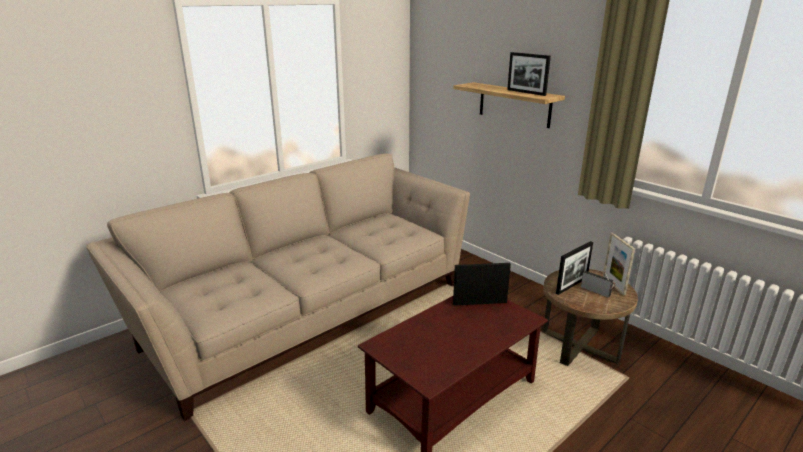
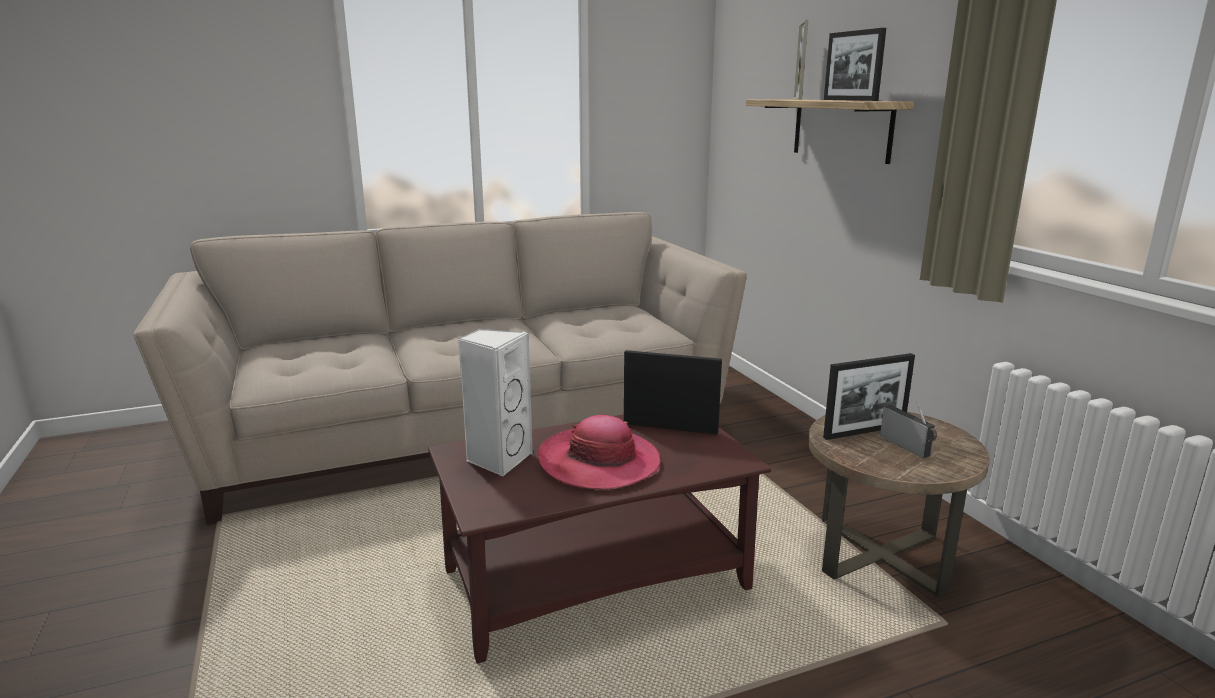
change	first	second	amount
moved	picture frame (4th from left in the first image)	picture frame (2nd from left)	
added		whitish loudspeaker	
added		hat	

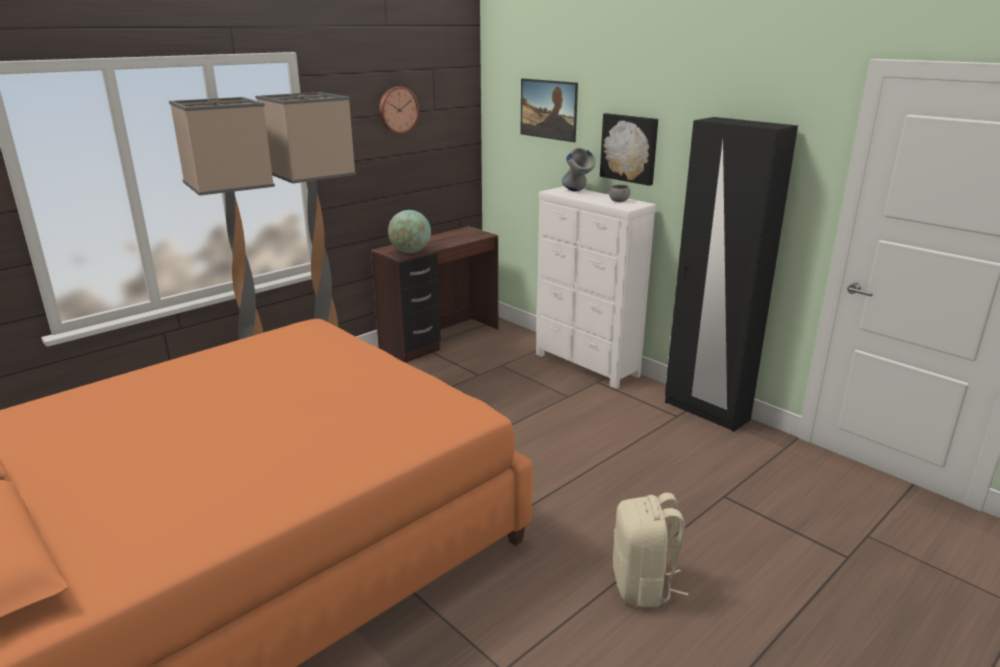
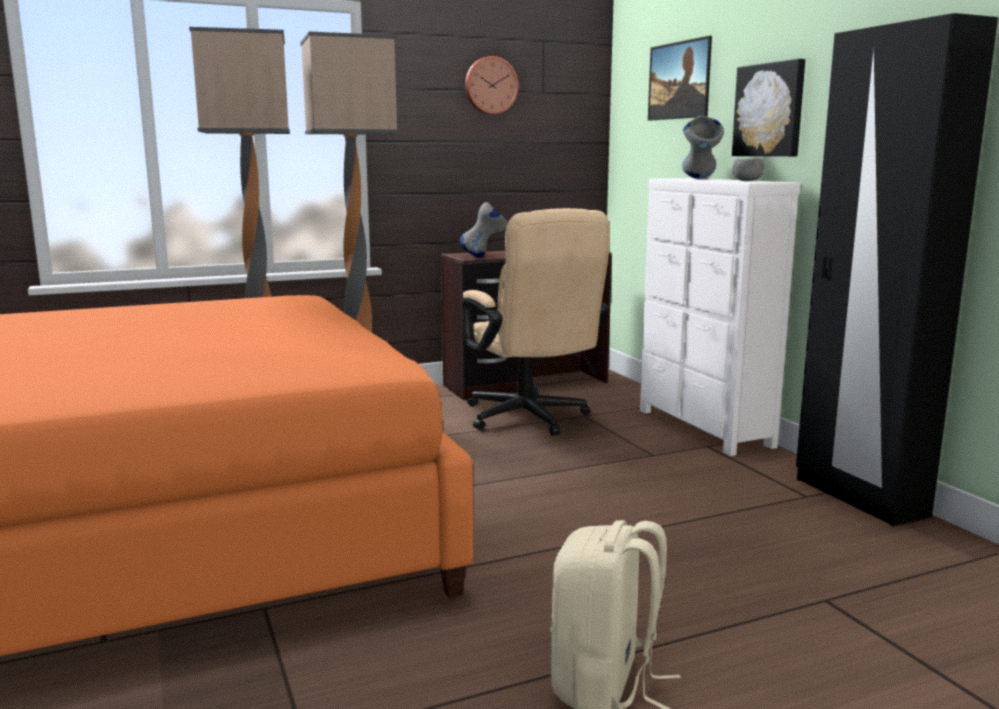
change	first	second	amount
replaced	globe	gray flower vase (1st from left)	
added		sand-coloured office chair	

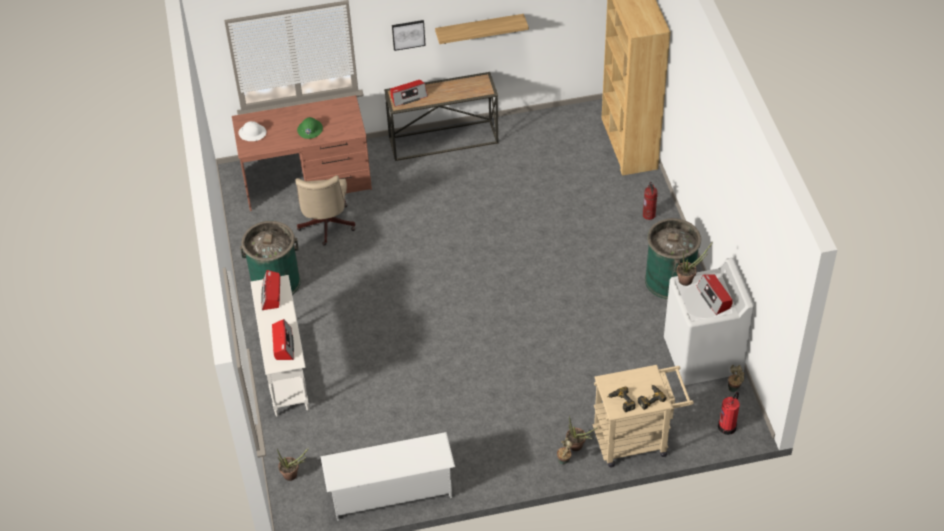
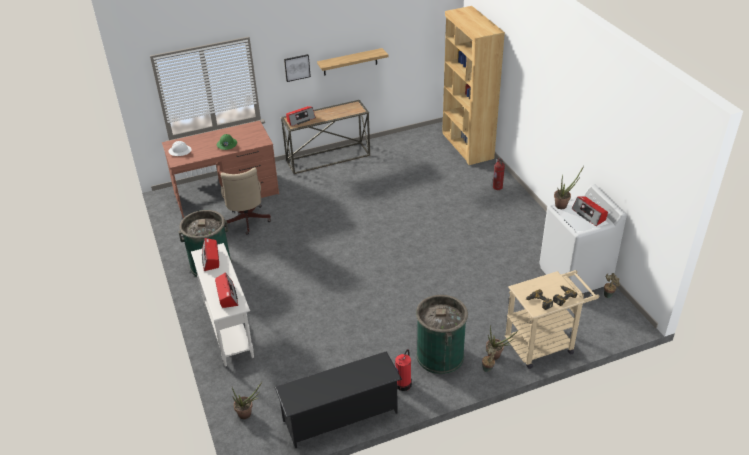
change	first	second	amount
moved	greenish waste bin (2nd from left)		
moved	fire extinguisher (2nd from left in the first image)	fire extinguisher (1st from left)	
recoloured	whitish shoe shelf	black shoe shelf	

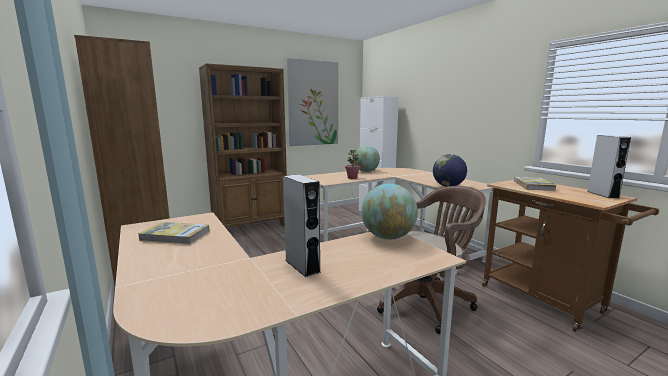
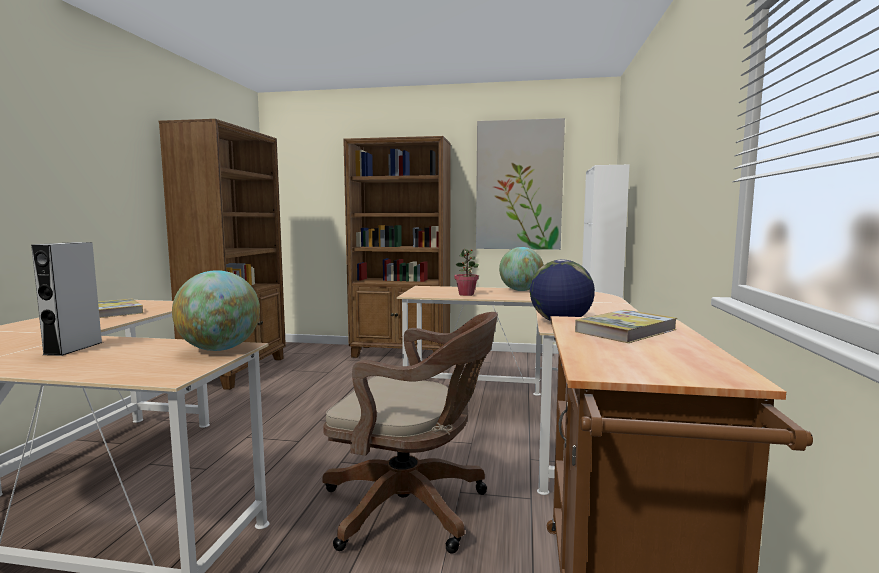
change	first	second	amount
removed	gray loudspeaker (2nd from left)		

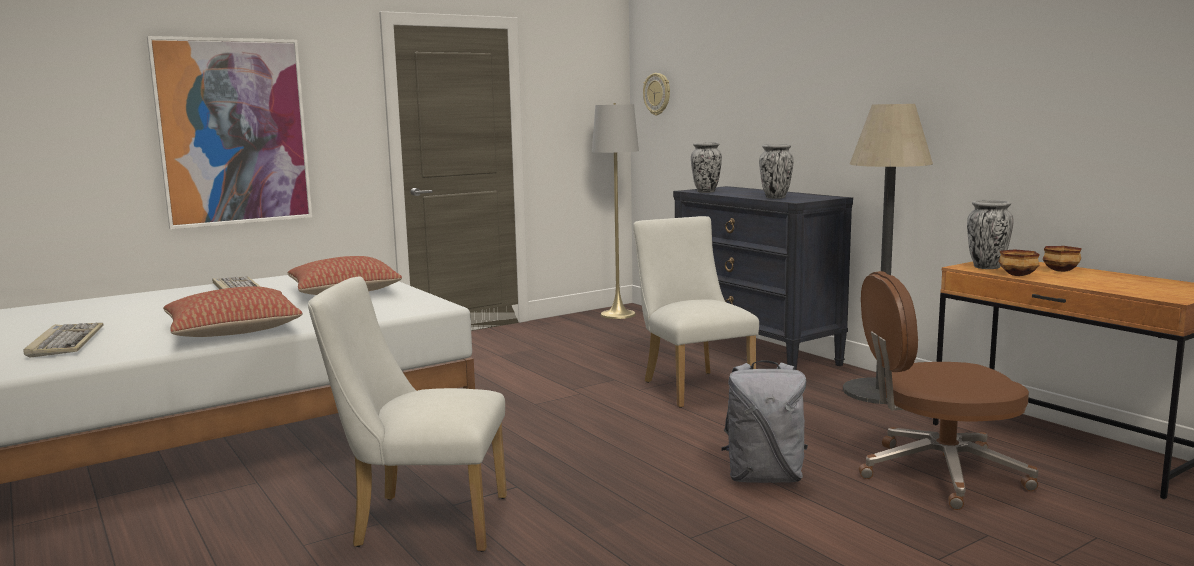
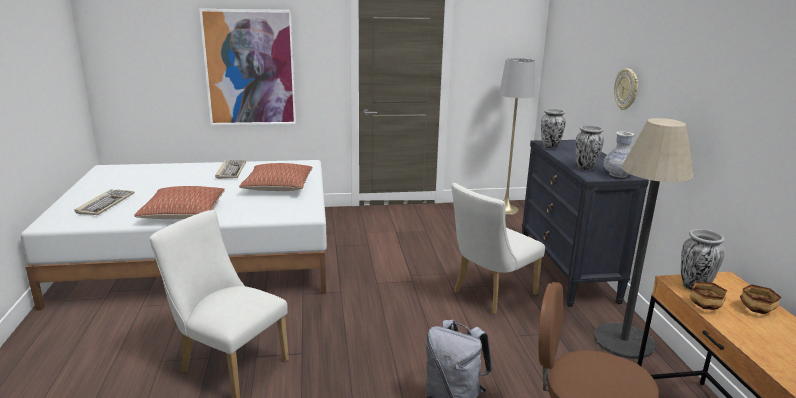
change	first	second	amount
moved	wall clock		
turned	whitish upright chair (2nd from left)		135 degrees counterclockwise
added		flower vase (3rd from left)	

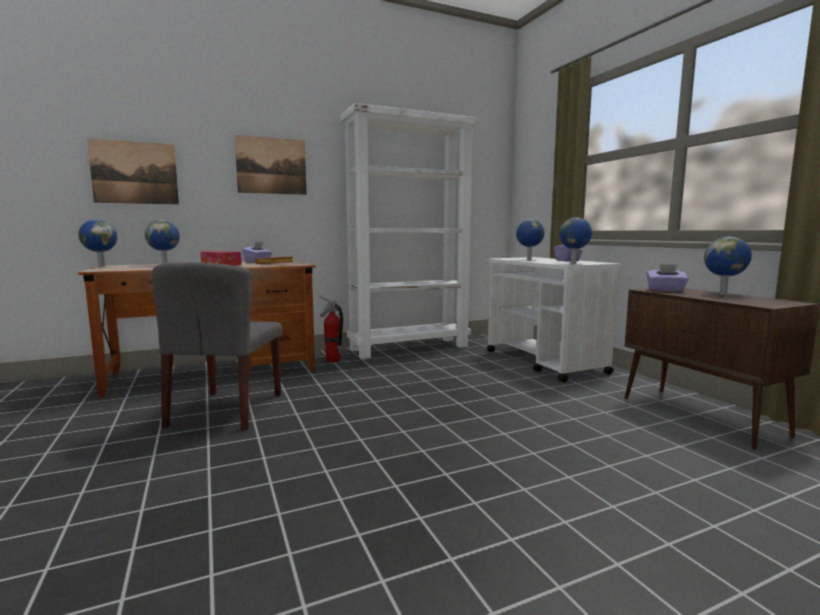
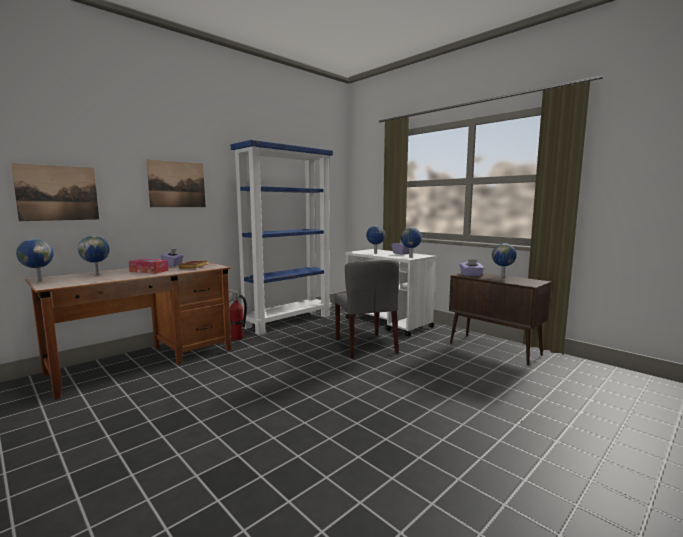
change	first	second	amount
recoloured	whitish bookshelf	bluish bookshelf	
moved	gray upright chair		

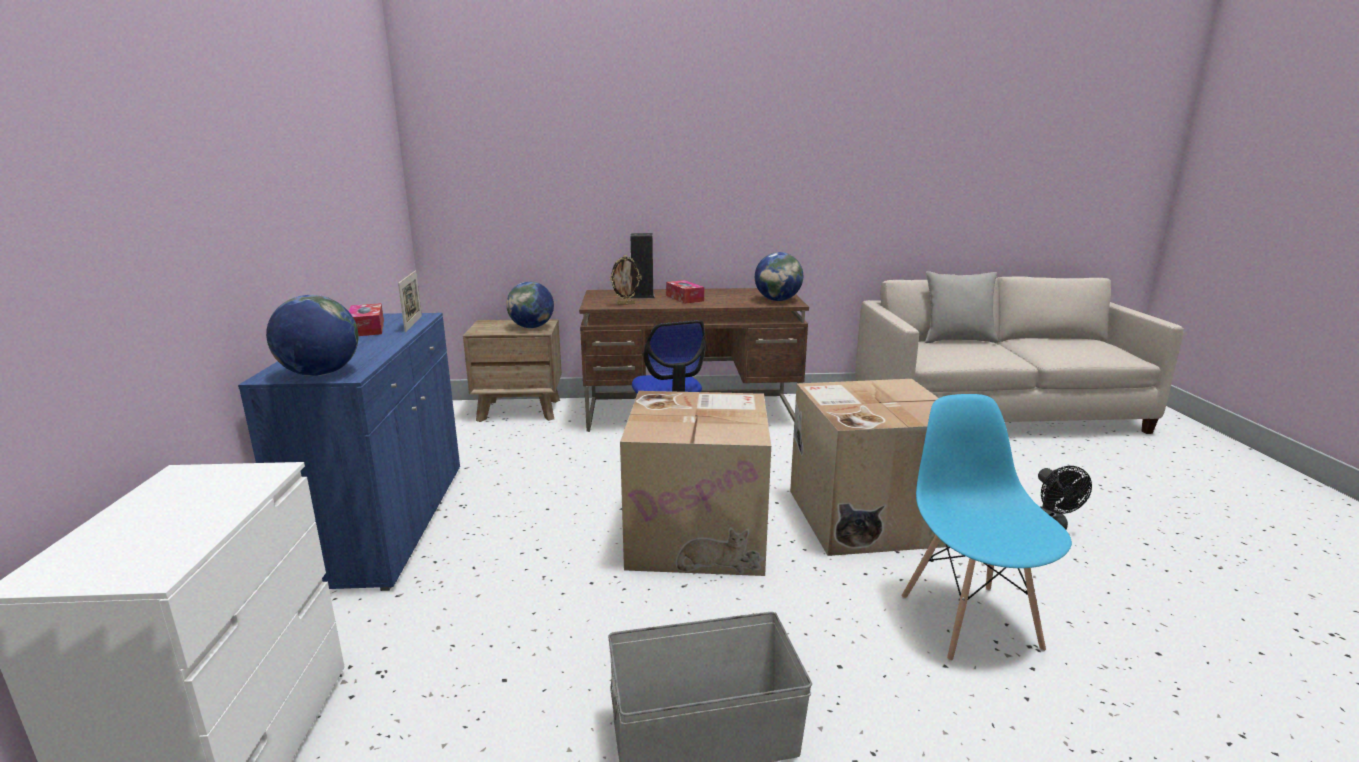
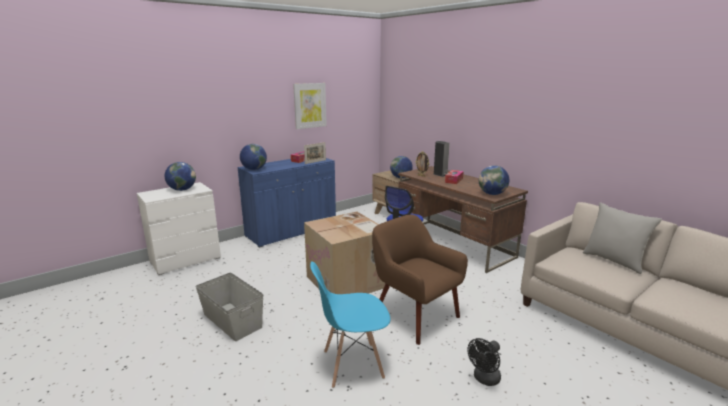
change	first	second	amount
replaced	packing box (2nd from left)	brown lounge chair	
turned	bluish upright chair		150 degrees counterclockwise
added		wall picture	
added		globe (1st from left)	

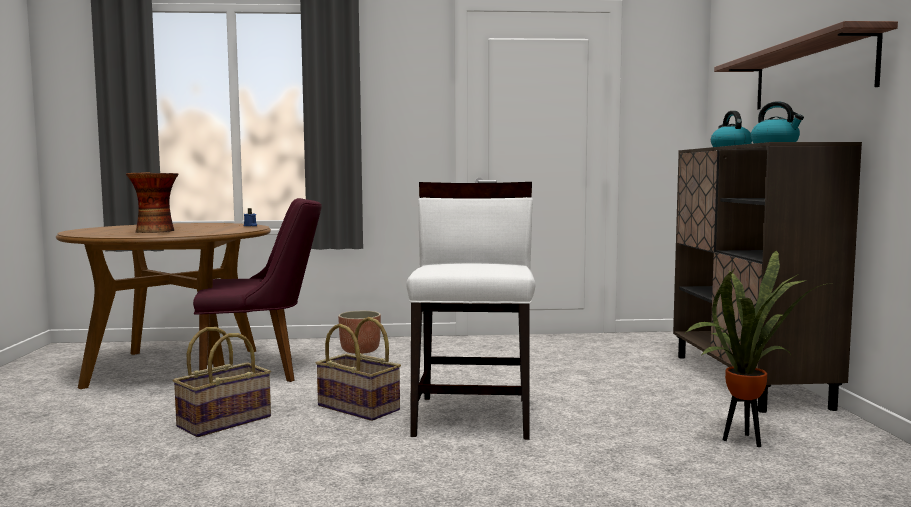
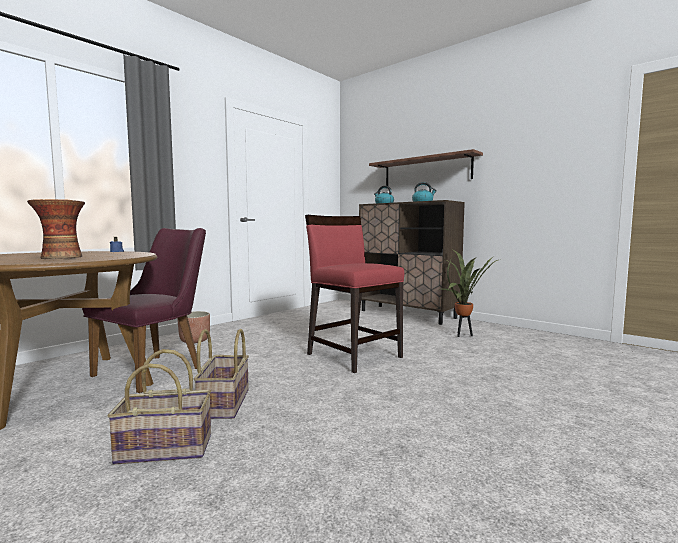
change	first	second	amount
recoloured	whitish upright chair	red upright chair	
moved	storage basket (2nd from left in the first image)	storage basket (1st from left)	

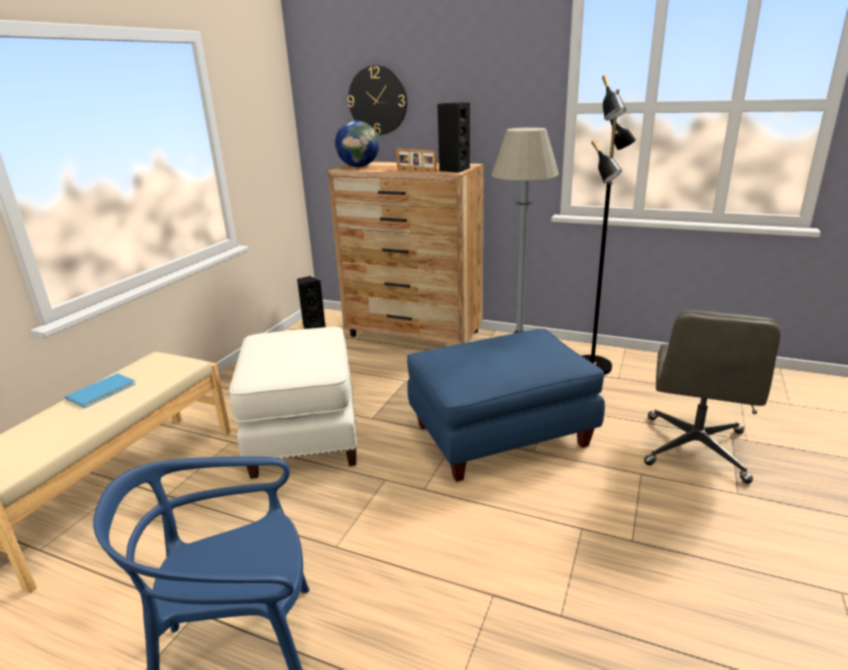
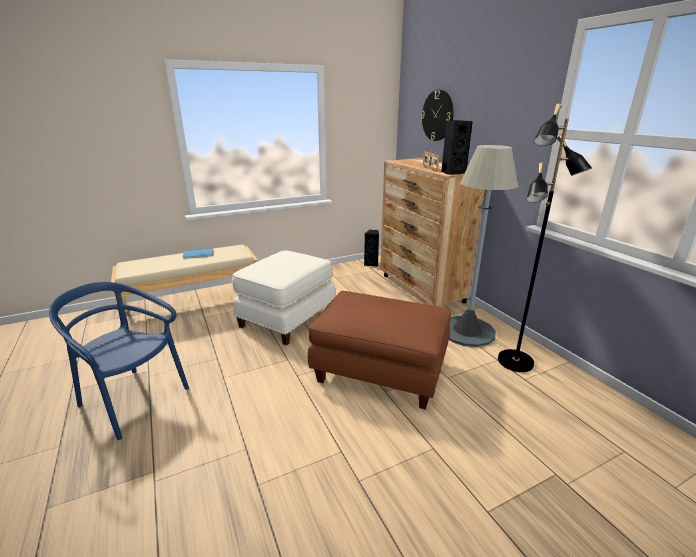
change	first	second	amount
removed	globe		
removed	gray office chair		
recoloured	bluish footrest	brown footrest	

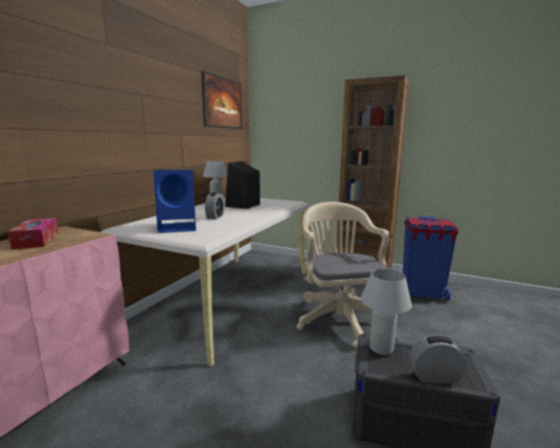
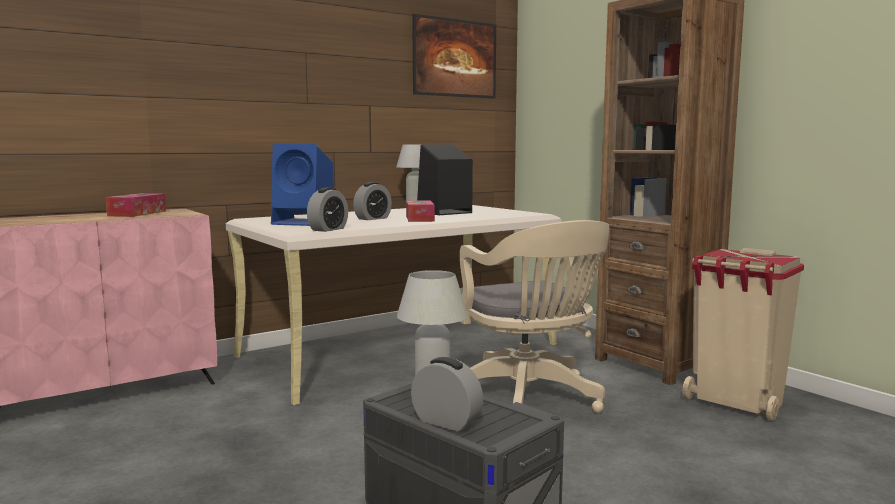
change	first	second	amount
turned	sand-coloured office chair		135 degrees clockwise
recoloured	bluish waste bin	sand-coloured waste bin	
added		table clock (1st from left)	
added		tissue box (2nd from left)	

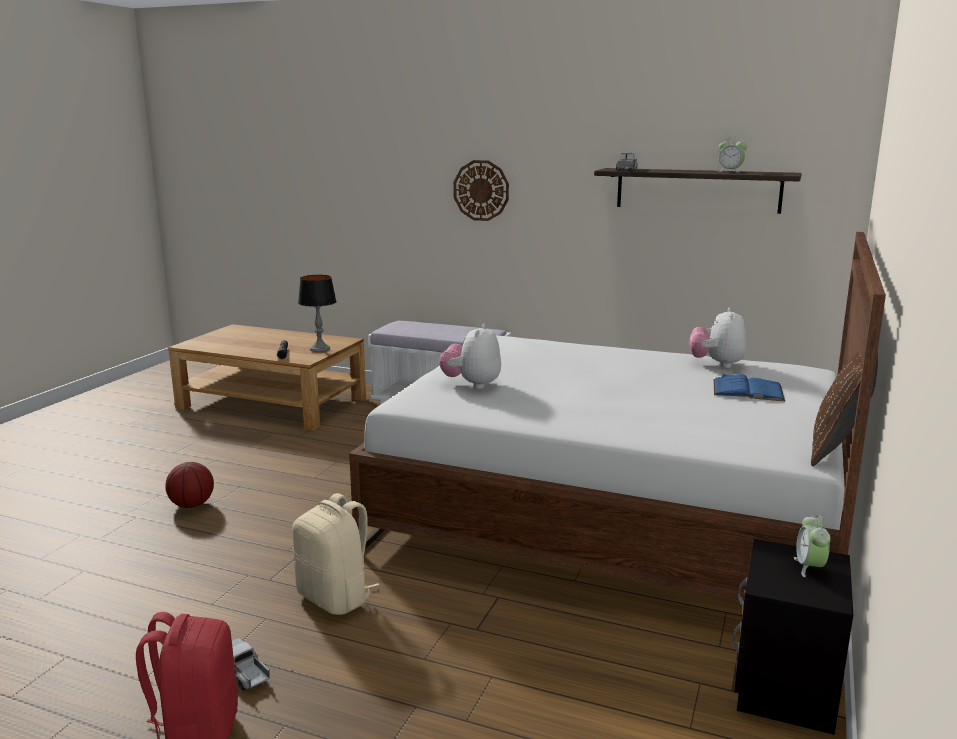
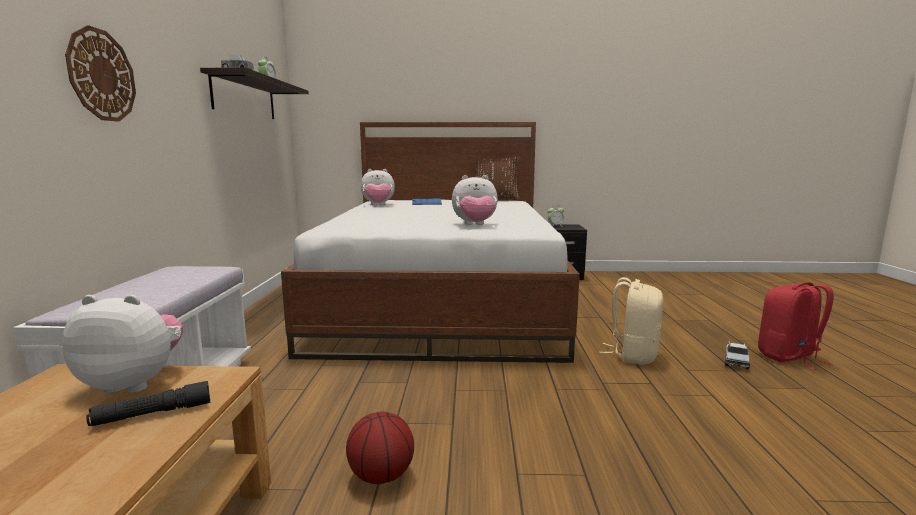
change	first	second	amount
replaced	table lamp	cuddly toy (1st from left)	
moved	basketball ball		

